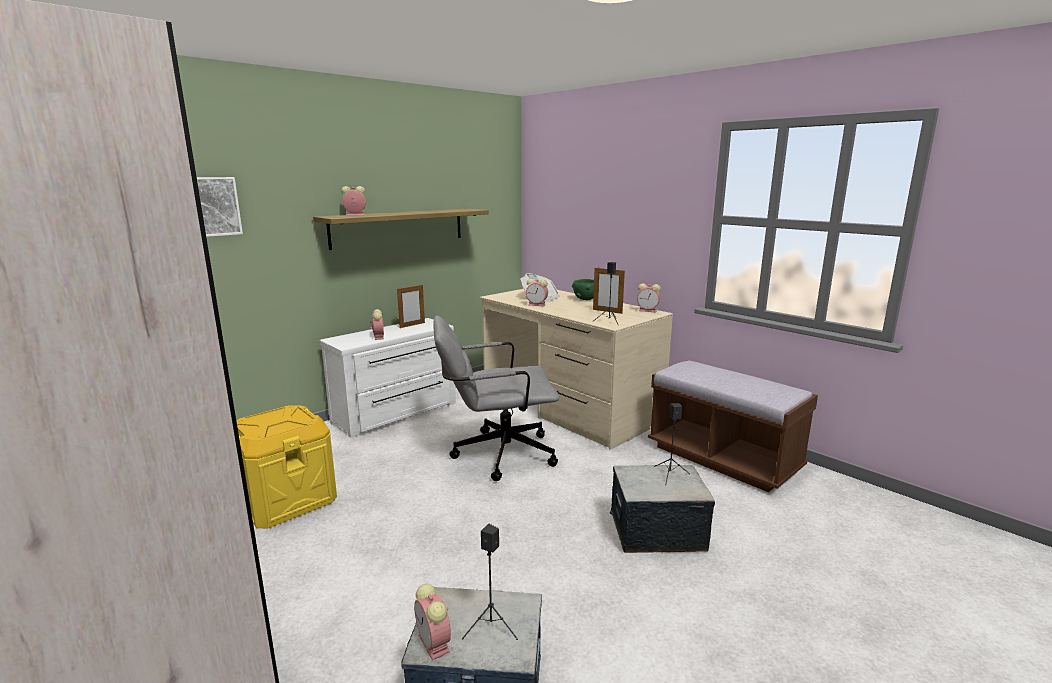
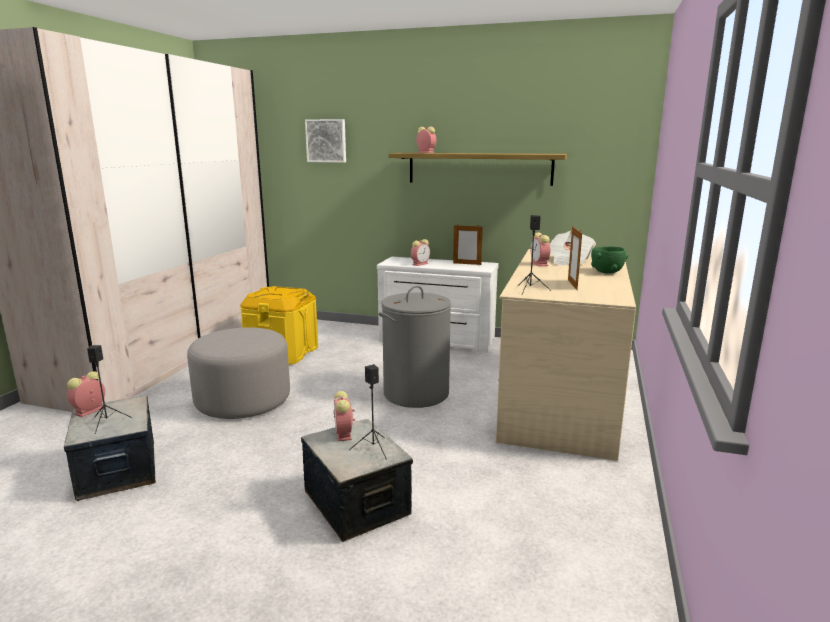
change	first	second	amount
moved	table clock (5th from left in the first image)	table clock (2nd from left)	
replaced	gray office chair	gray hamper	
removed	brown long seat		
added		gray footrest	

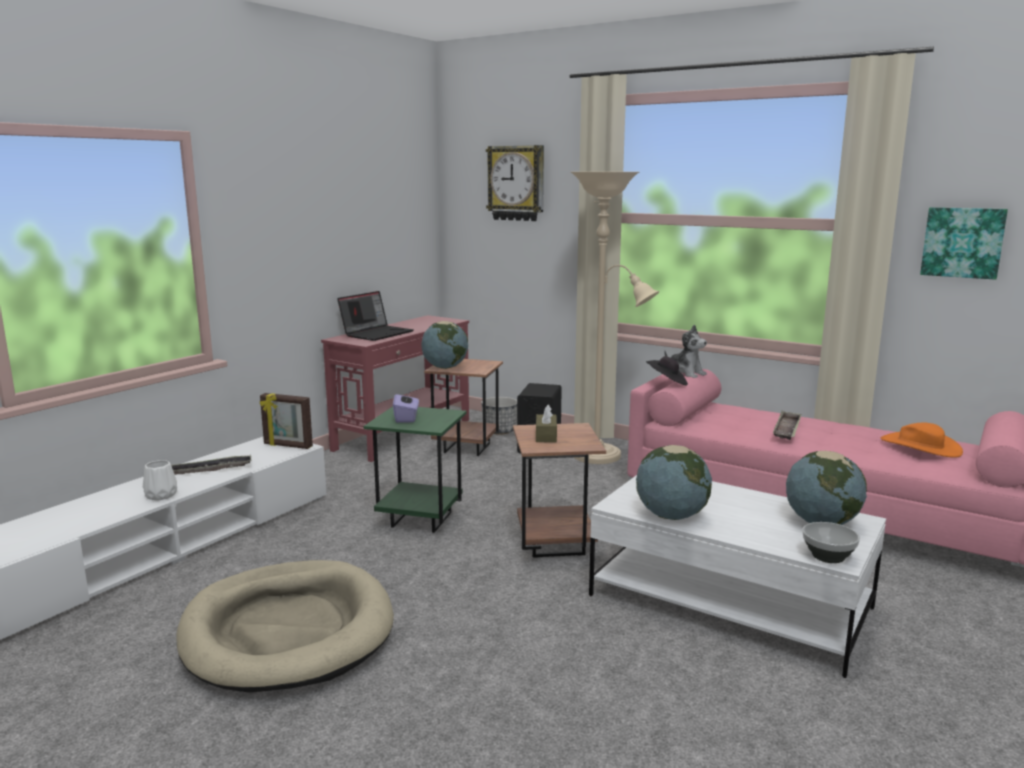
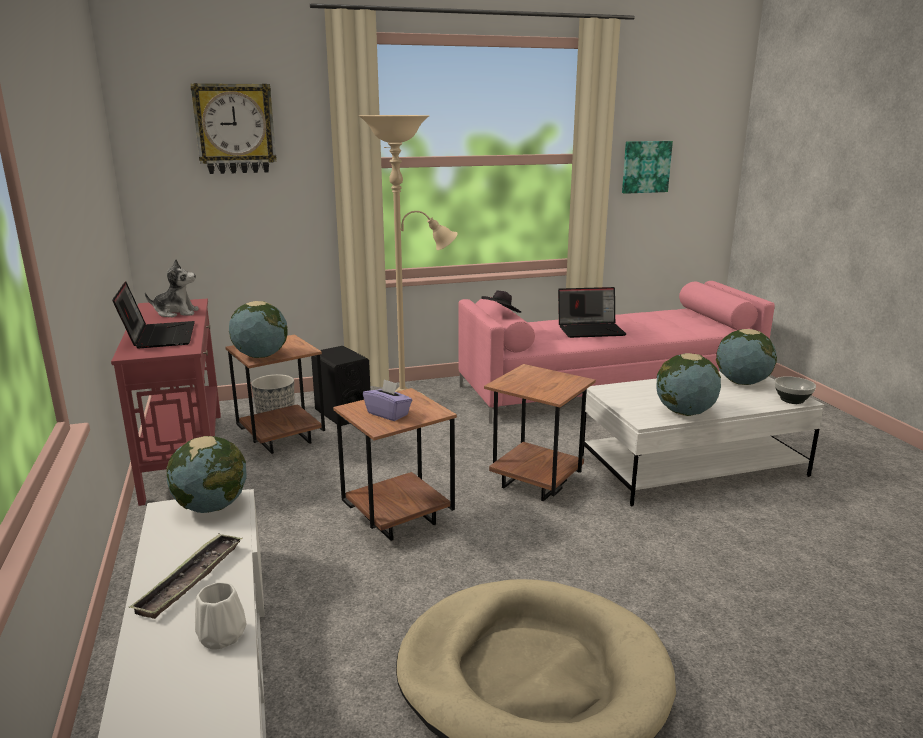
change	first	second	amount
moved	cuddly toy		
replaced	picture frame	globe (1st from left)	
removed	brown tissue box		
recoloured	greenish accent table	brown accent table (2nd from left)	
replaced	carrying tray (2nd from left)	notebook computer (2nd from left)	
removed	orange hat		

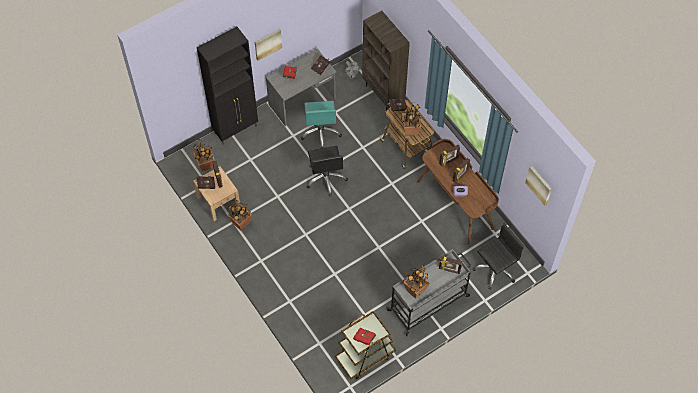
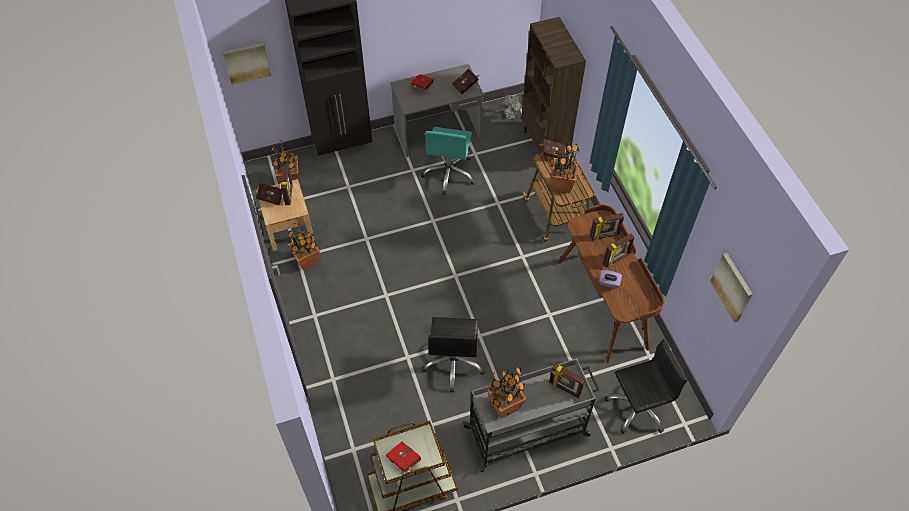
change	first	second	amount
moved	wall picture (1st from left)		
moved	black office chair (1st from left)		

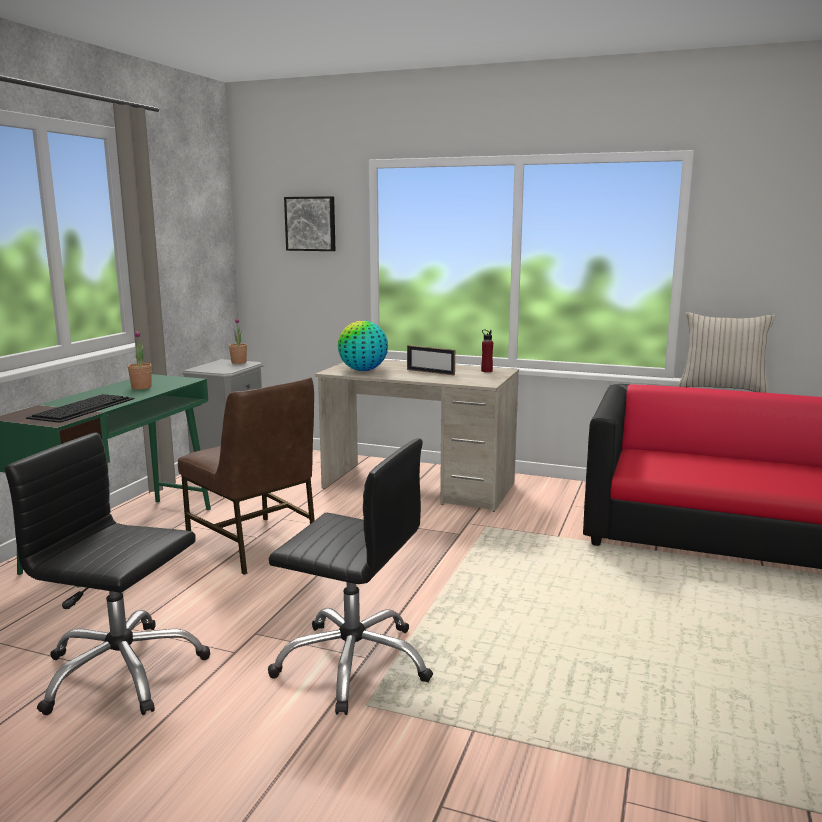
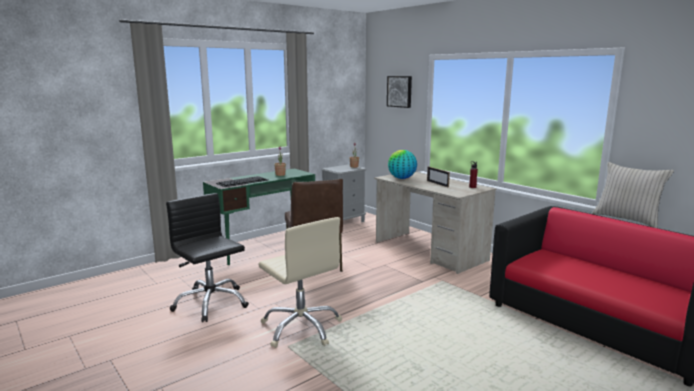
change	first	second	amount
recoloured	black office chair (2nd from left)	sand-coloured office chair	

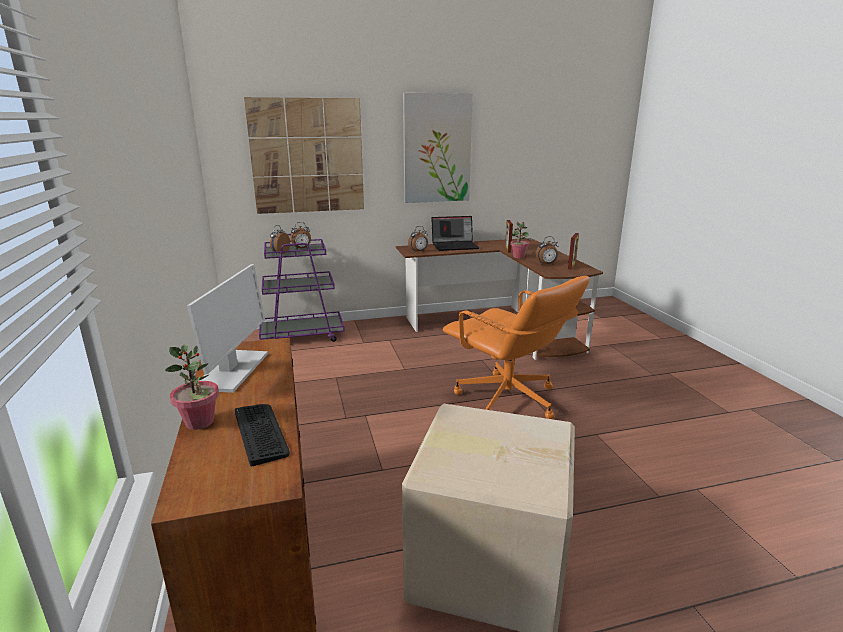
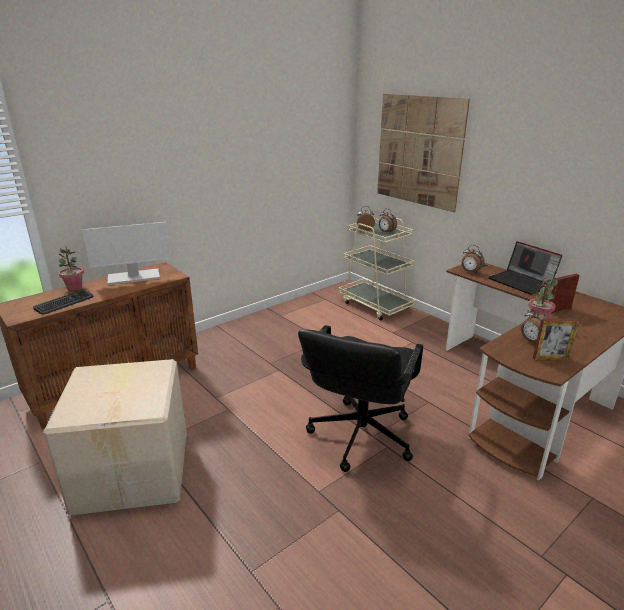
change	first	second	amount
removed	wall picture (2nd from left)		
recoloured	purplish trolley	sand-coloured trolley	
recoloured	orange office chair	black office chair	

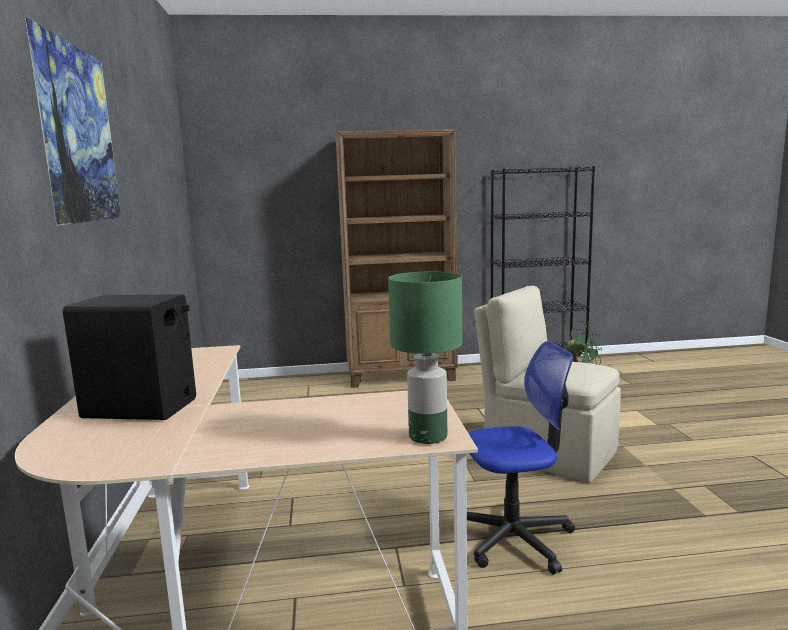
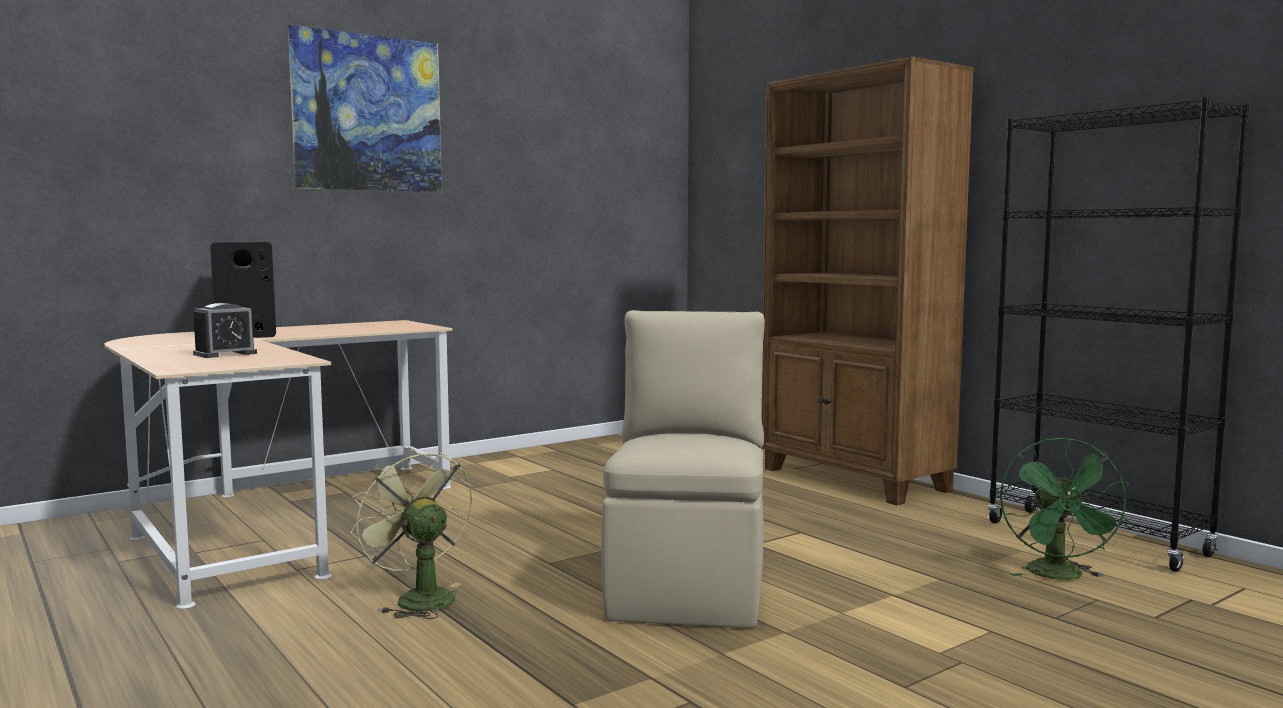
change	first	second	amount
removed	greenish table lamp		
replaced	office chair	greenish fan (1st from left)	
added		table clock	

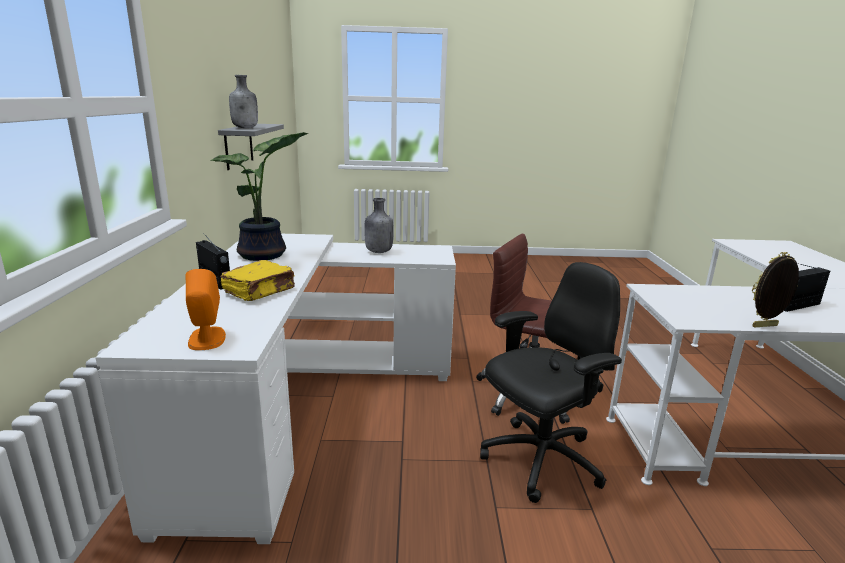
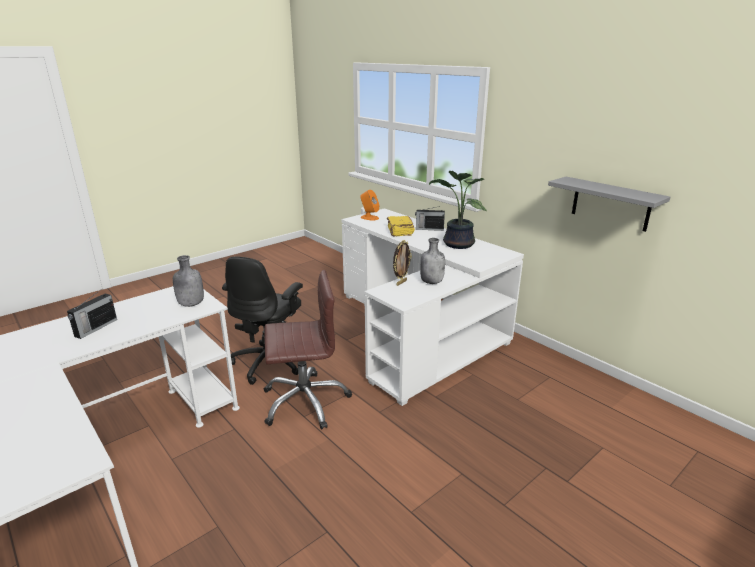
change	first	second	amount
moved	gray beverage bottle (1st from left)		
moved	picture frame		

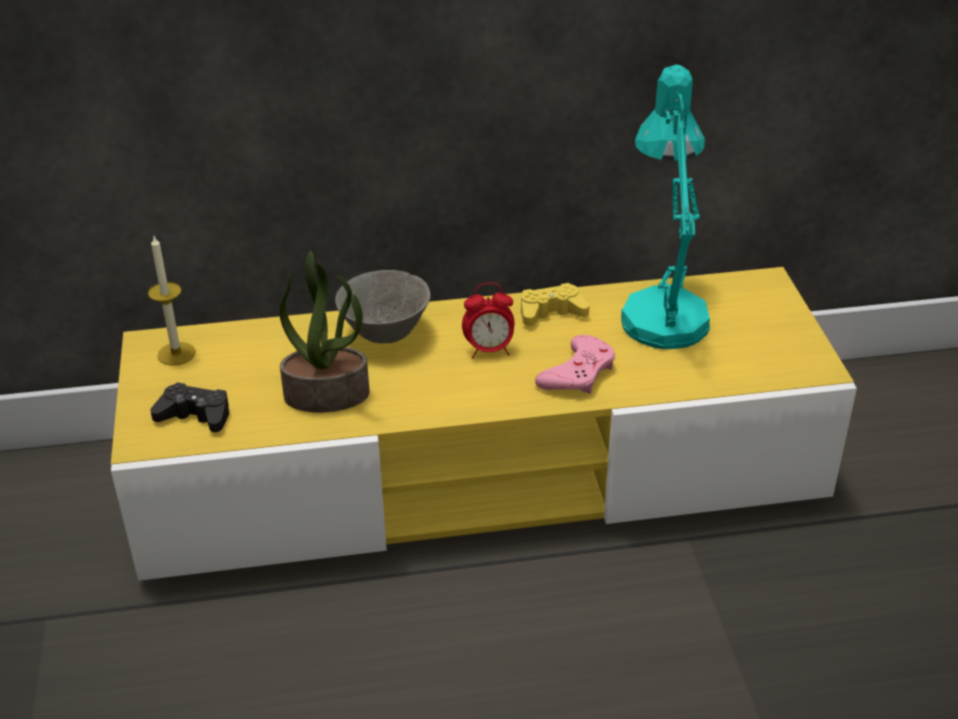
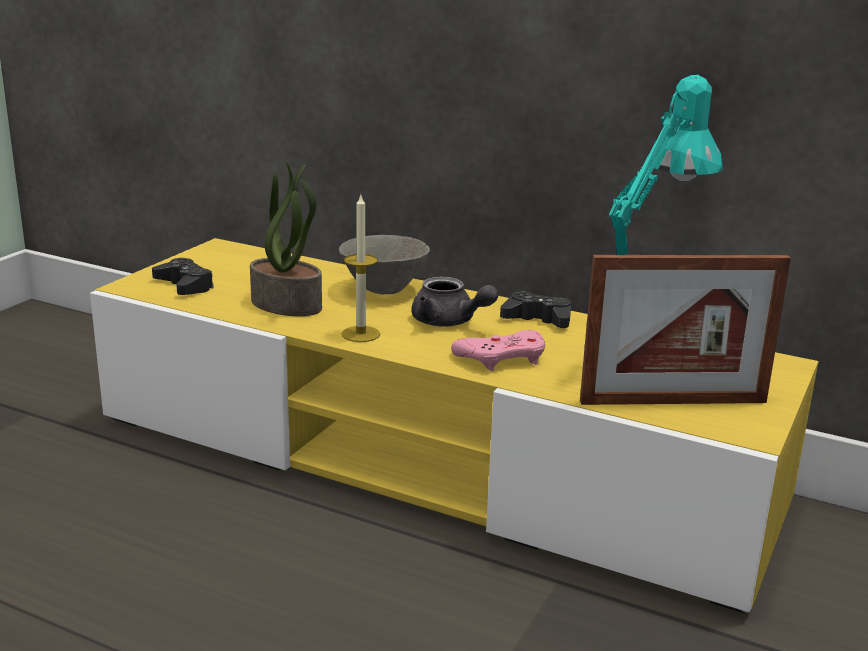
change	first	second	amount
moved	wax candle		
replaced	table clock	gray pot for tea	
recoloured	yellowish game controller	black game controller (2nd from left)	
added		picture frame	

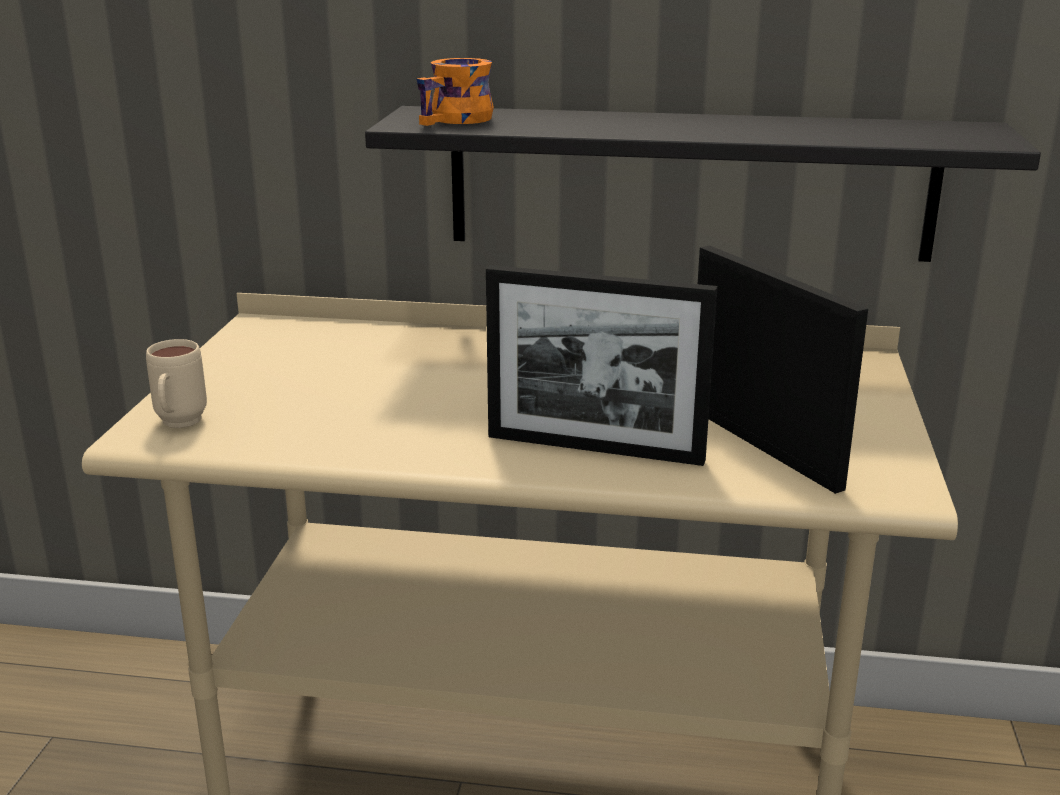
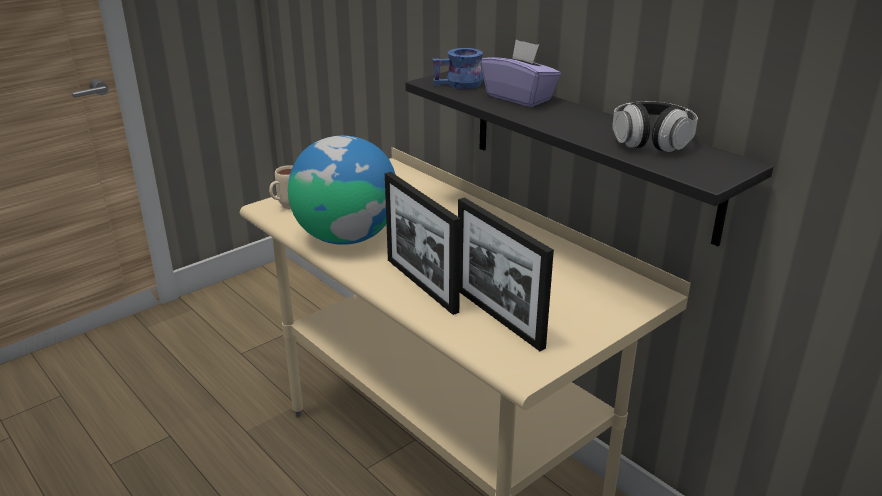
change	first	second	amount
recoloured	orange mug	bluish mug	
turned	picture frame (2nd from left)		135 degrees clockwise
added		purplish tissue box	
added		headset	
added		globe	

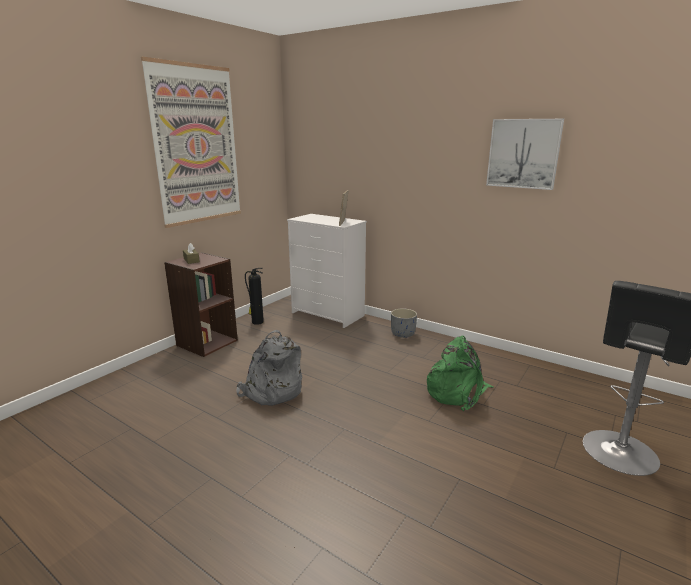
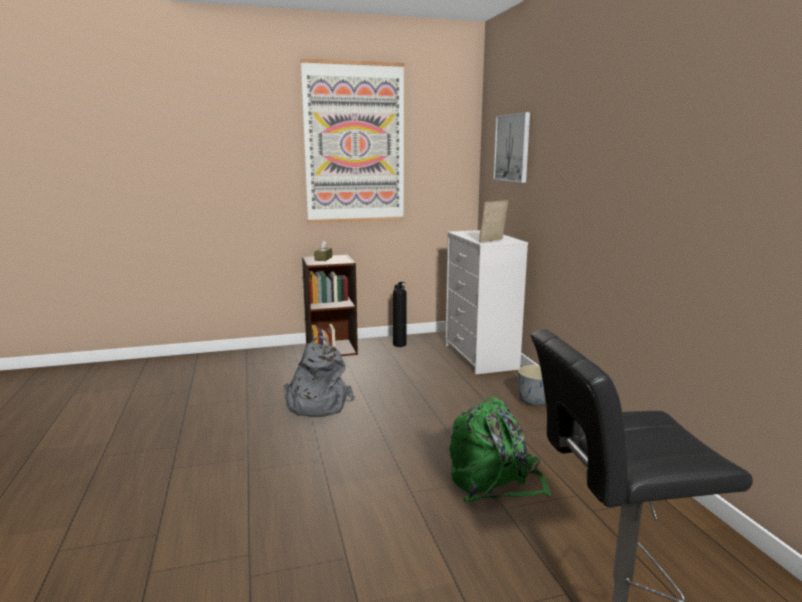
change	first	second	amount
moved	wall picture (2nd from left)		

